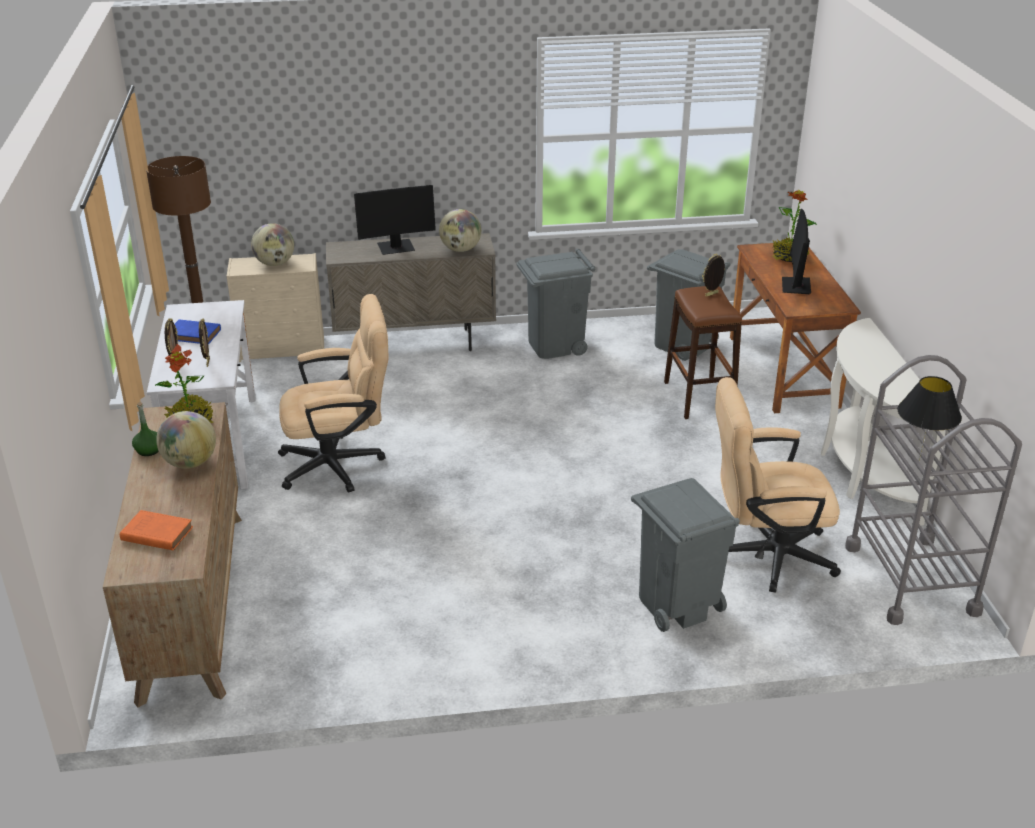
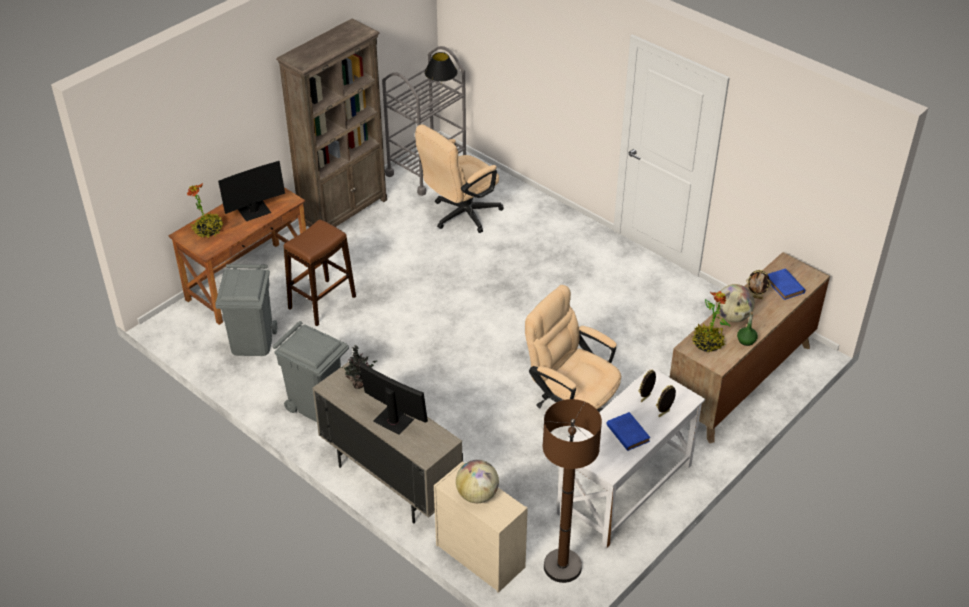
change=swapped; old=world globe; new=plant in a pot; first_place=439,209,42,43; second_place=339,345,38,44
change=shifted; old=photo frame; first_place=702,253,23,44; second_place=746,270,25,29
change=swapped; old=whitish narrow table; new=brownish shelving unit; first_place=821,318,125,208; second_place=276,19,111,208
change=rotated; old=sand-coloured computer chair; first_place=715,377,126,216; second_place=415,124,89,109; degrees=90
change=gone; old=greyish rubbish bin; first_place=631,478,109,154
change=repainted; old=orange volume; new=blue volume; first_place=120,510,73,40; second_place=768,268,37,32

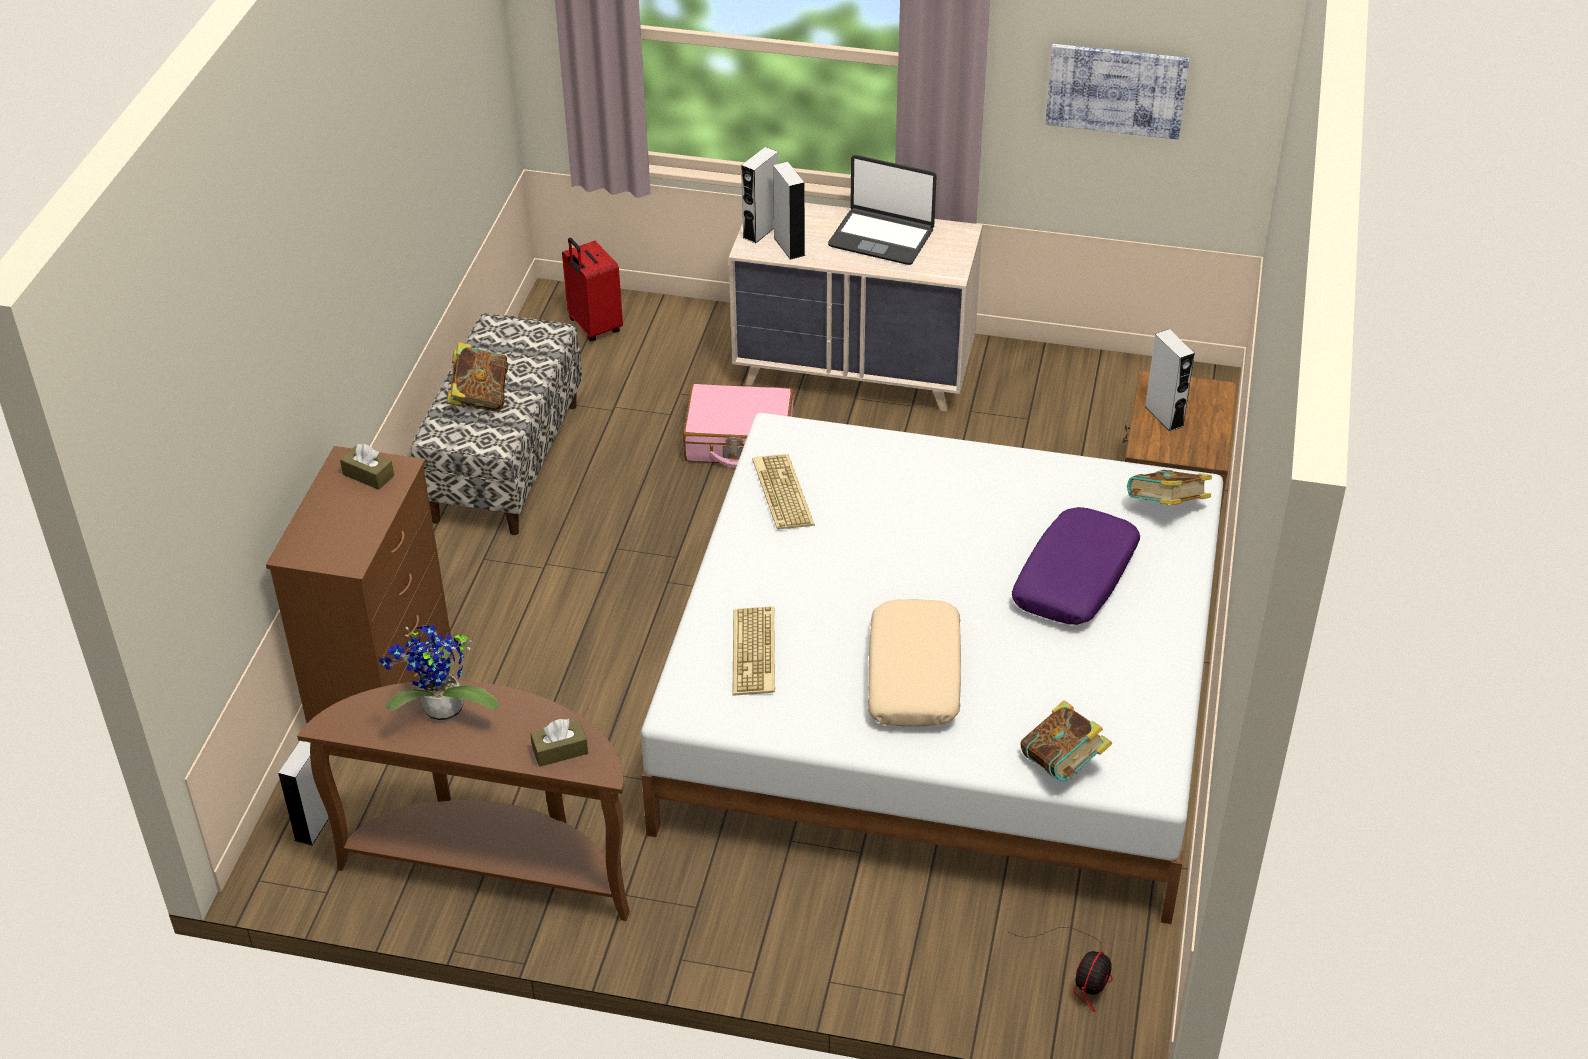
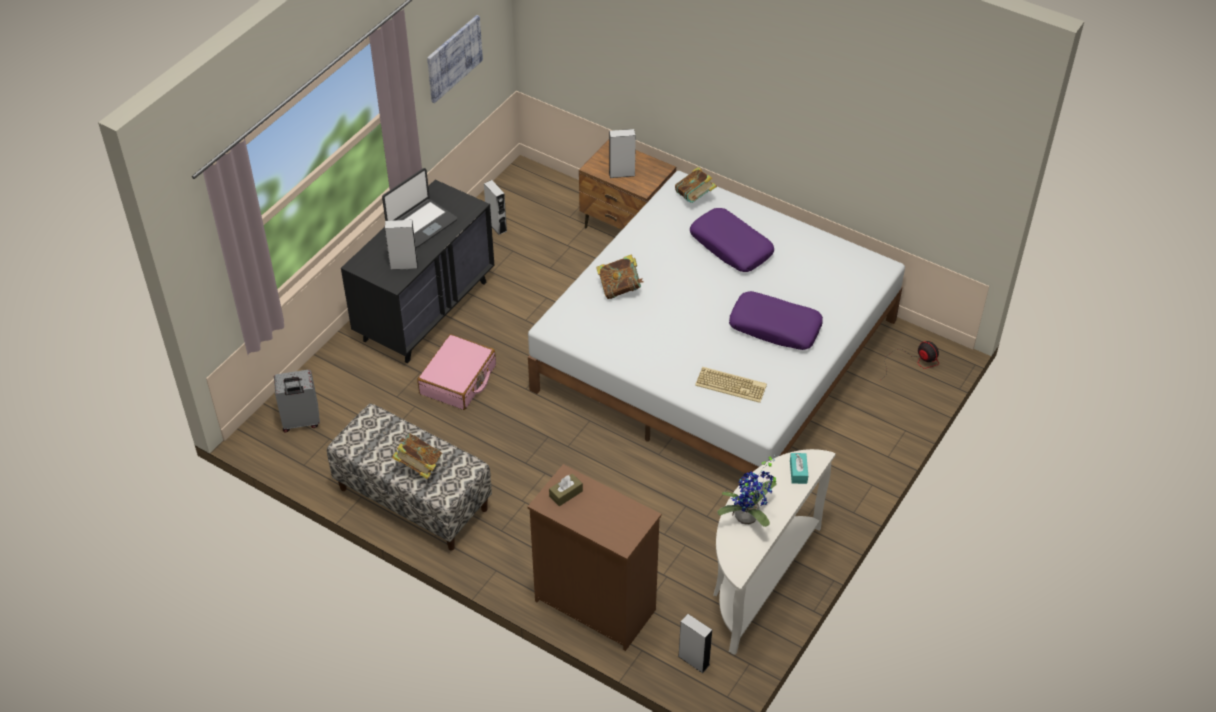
change=shifted; old=greyish speaker; first_place=741,147,37,96; second_place=484,180,23,55
change=repainted; old=sand-coloured drawer chest; new=black-coloured drawer chest; first_place=729,204,254,207; second_place=341,180,154,183
change=repainted; old=red-coloured piece of luggage; new=greyish piece of luggage; first_place=562,238,61,103; second_place=274,370,46,63
change=gone; old=PC keyboard; first_place=752,454,63,75
change=repainted; old=sand-coloured pillow; new=purplish pillow; first_place=868,599,93,127; second_place=729,291,94,59
change=repainted; old=brownish narrow table; new=whitish narrow table; first_place=297,681,333,240; second_place=713,449,123,206
change=shifted; old=volume; first_place=1020,700,92,81; second_place=596,255,47,44
change=repainted; old=brownish tissue box; new=blue-green tissue box; first_place=531,719,57,48; second_place=790,453,18,31

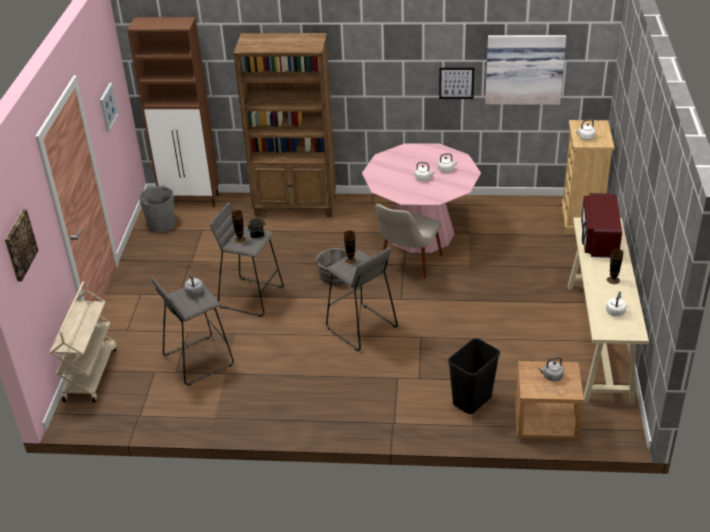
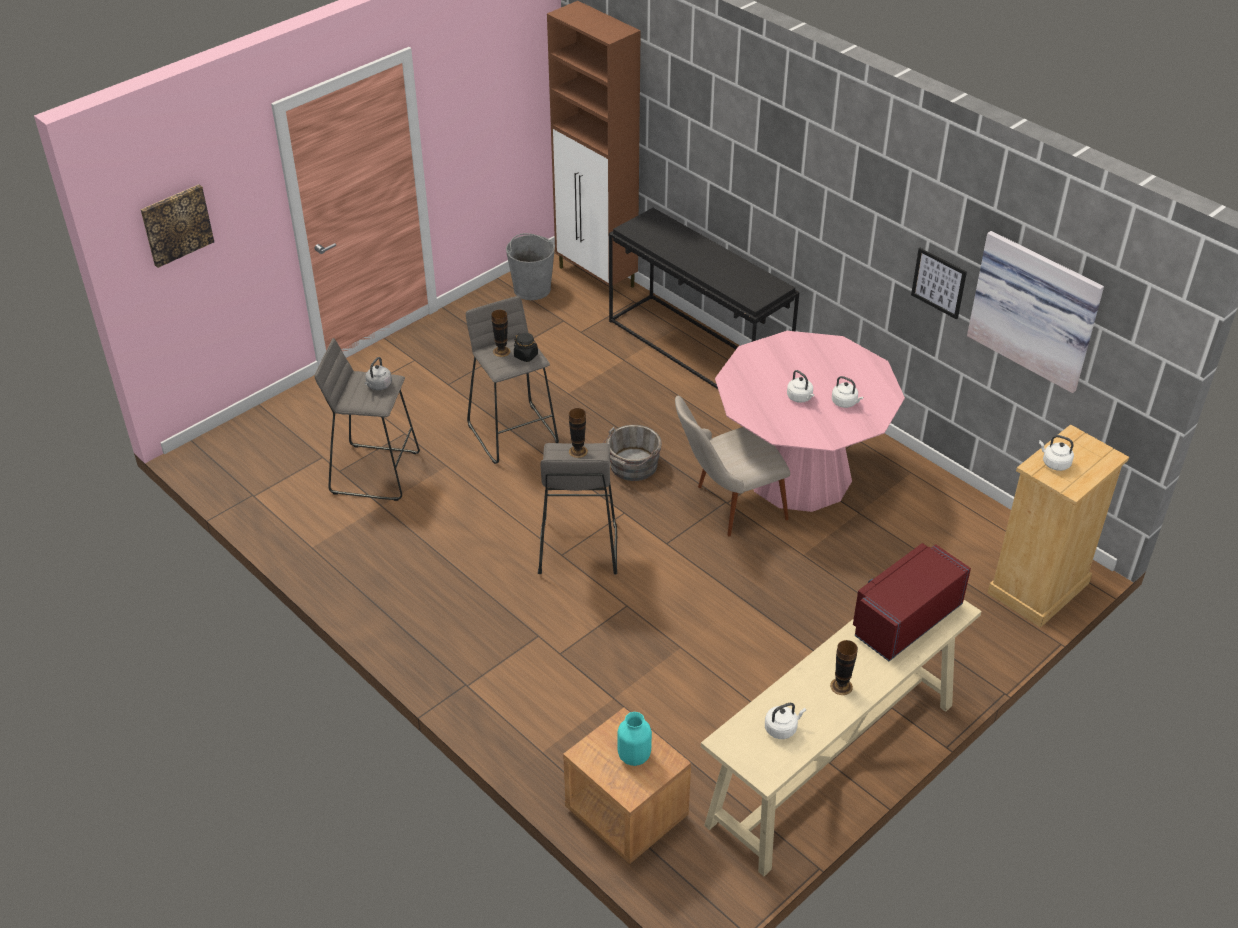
change=swapped; old=brownish shelving unit; new=black-coloured narrow table; first_place=233,33,103,184; second_place=609,208,191,181
change=gone; old=wall picture; first_place=100,83,19,49
change=gone; old=sand-coloured cart; first_place=50,281,67,122
change=gone; old=black-coloured rubbish bin; first_place=448,338,52,76
change=swapped; old=greyish water kettle; new=blue-green decorative vase; first_place=538,357,26,24; second_place=617,712,35,54

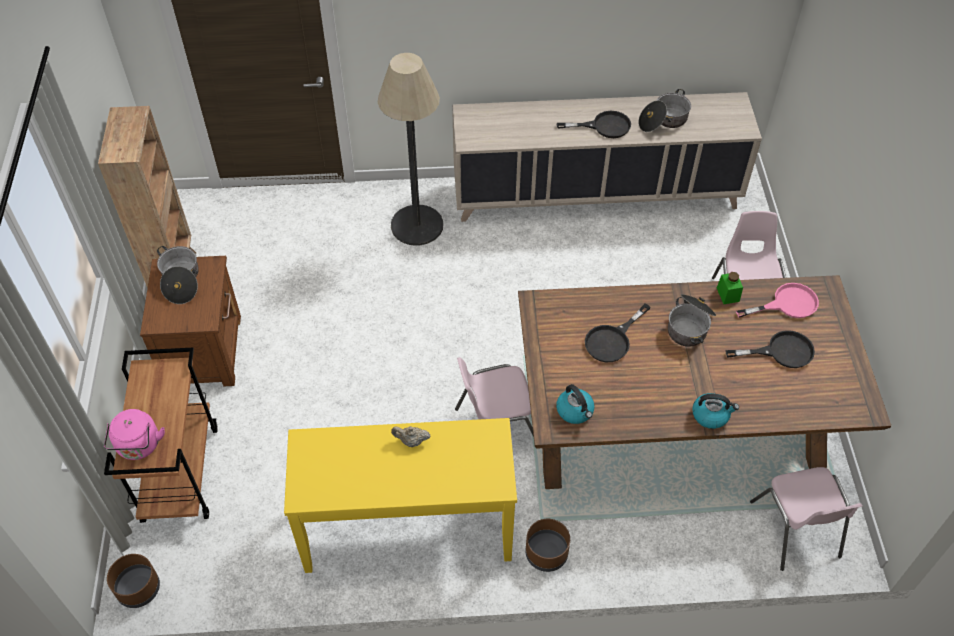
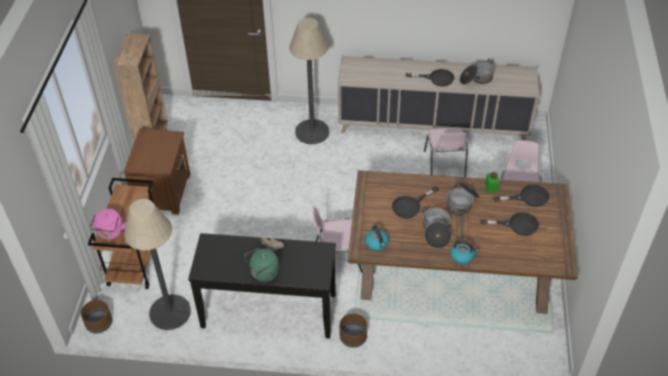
change=shifted; old=stockpot; first_place=157,246,42,58; second_place=422,206,30,43
change=repainted; old=pink skillet; new=black-coloured skillet; first_place=736,283,83,35; second_place=493,185,56,22
change=repainted; old=yellow-coloured narrow table; new=black-coloured narrow table; first_place=284,418,233,155; second_place=188,233,148,106
change=shifted; old=pink plain chair; first_place=750,467,112,104; second_place=424,128,44,49
change=new; new=standing lamp; second_place=124,199,67,131
change=new; new=green-coloured water kettle; second_place=244,248,35,34

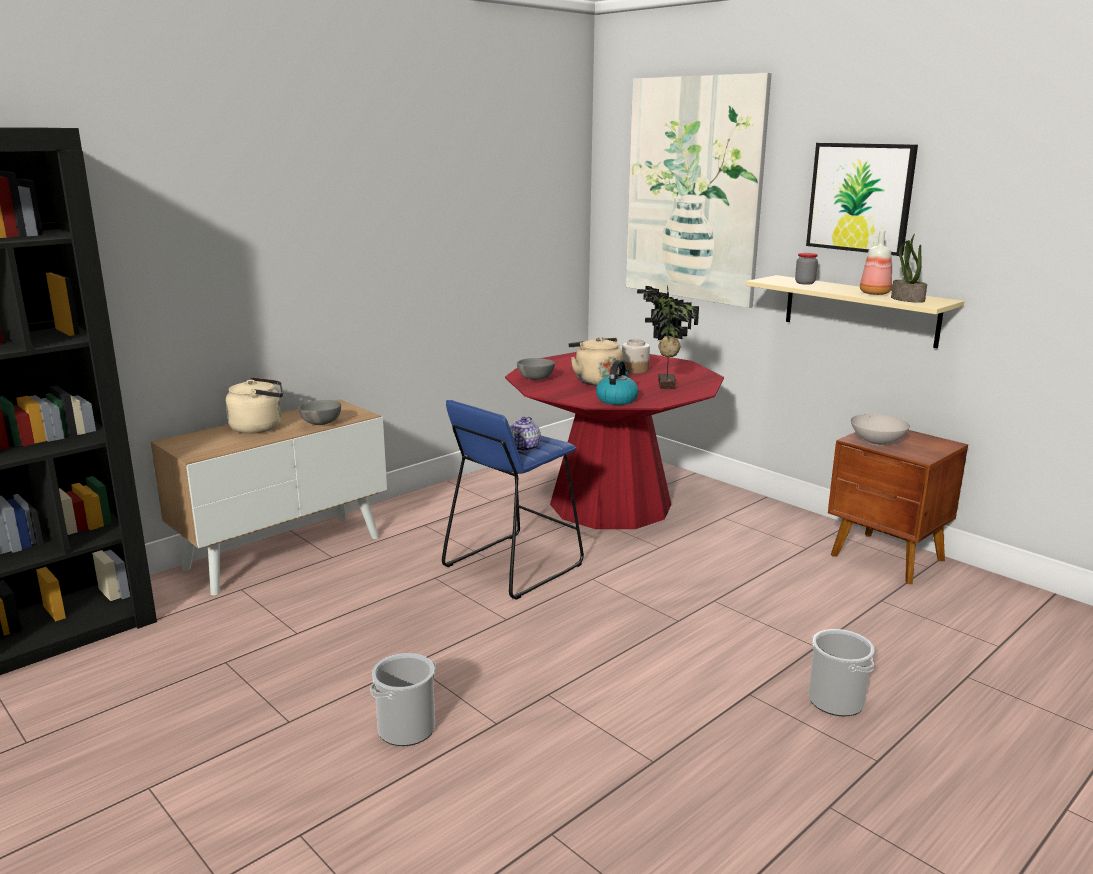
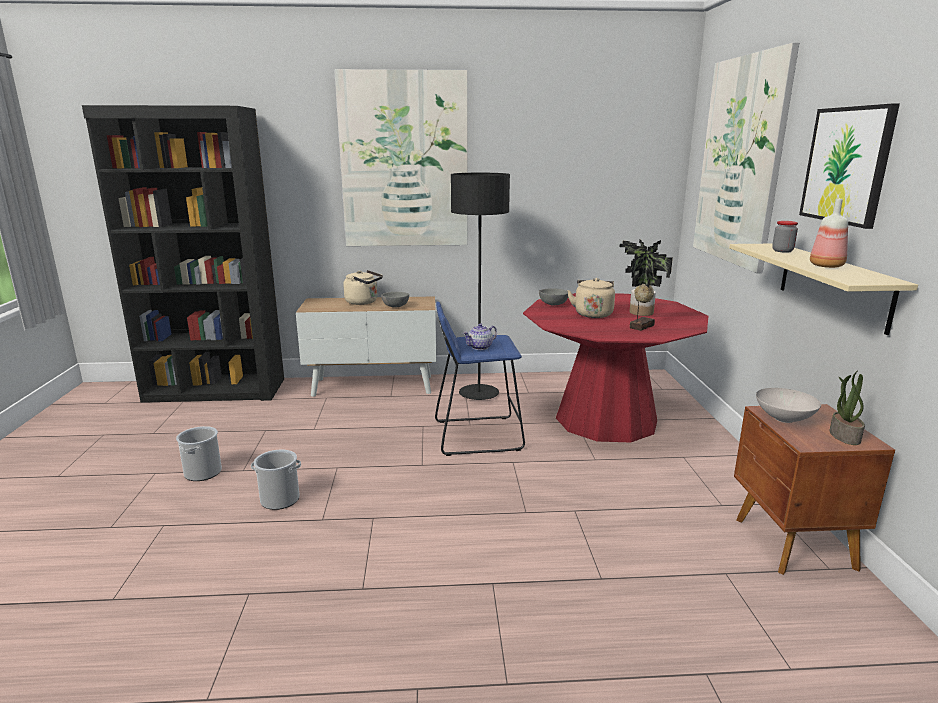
change=shifted; old=plant in a pot; first_place=891,234,36,69; second_place=830,370,35,75
change=gone; old=water kettle; first_place=596,360,43,45
change=shifted; old=water bucket; first_place=808,629,66,87; second_place=176,426,46,55
change=new; new=wall picture; second_place=334,69,134,177
change=new; new=black-coloured standing lamp; second_place=451,173,59,227

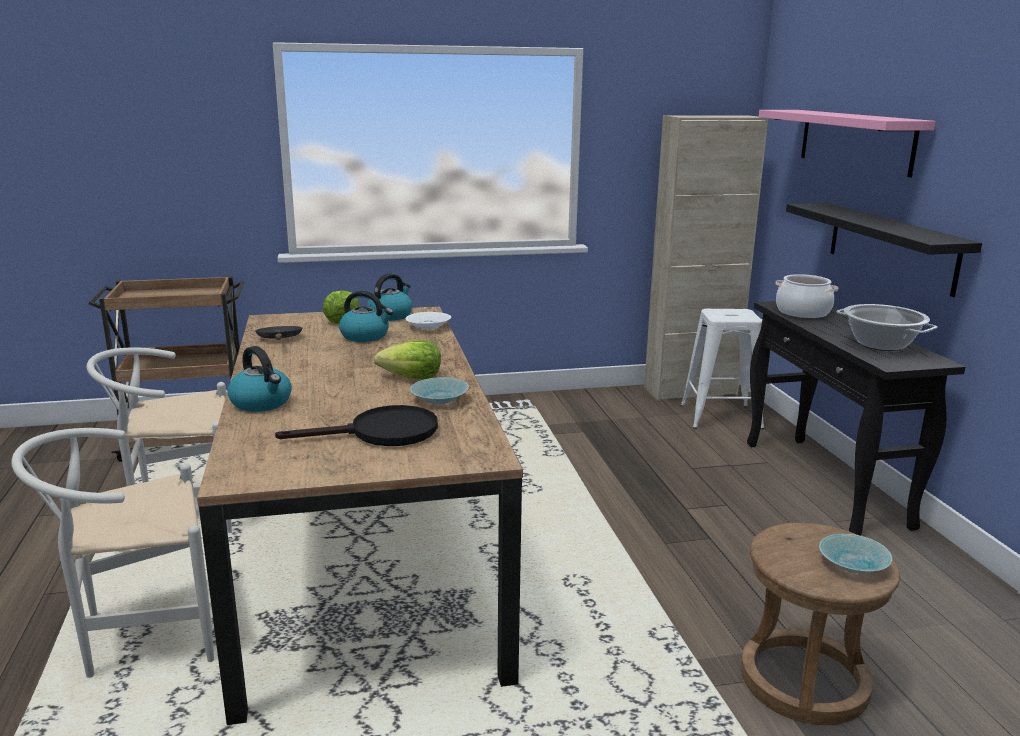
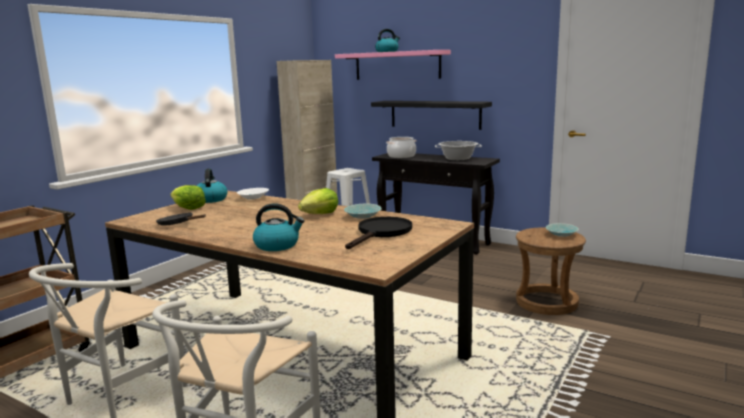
change=shifted; old=water kettle; first_place=339,291,54,51; second_place=375,29,25,23

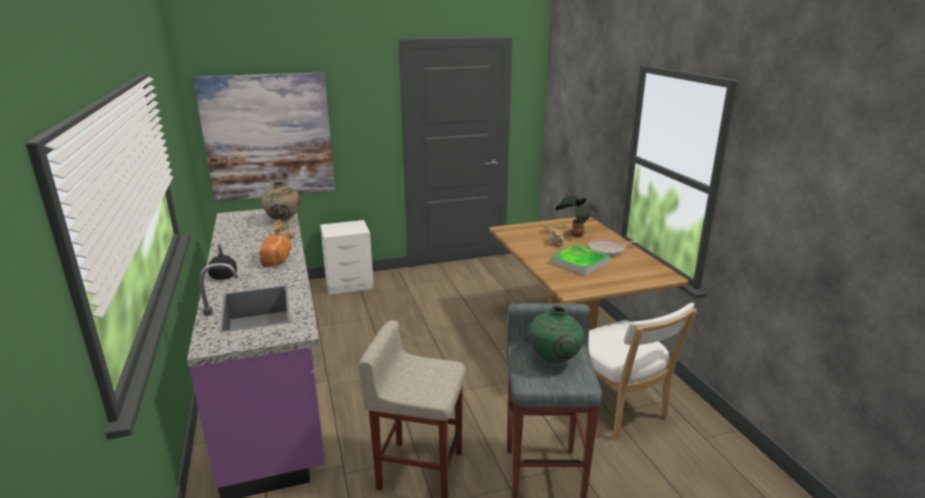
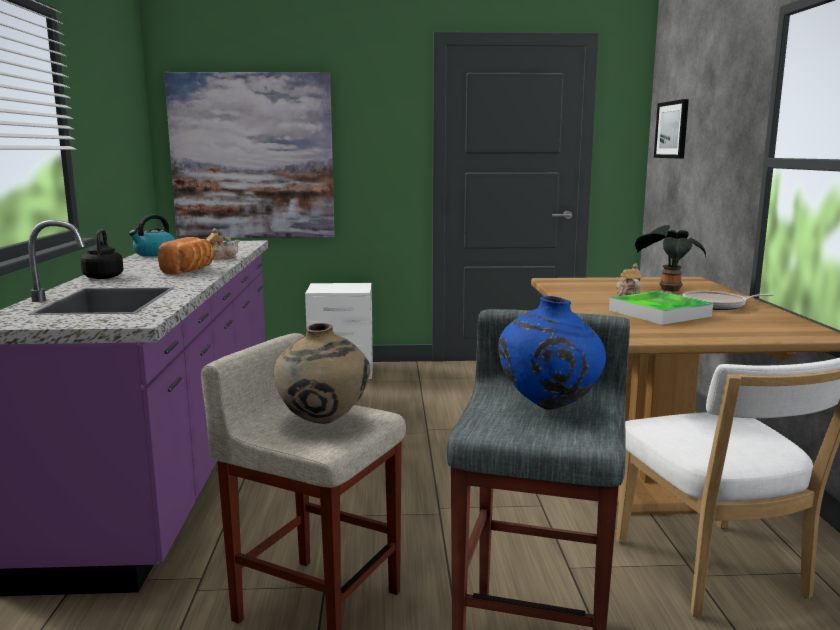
change=shifted; old=sand-coloured decorative vase; first_place=261,182,40,39; second_place=274,323,96,101
change=repainted; old=green-coloured decorative vase; new=blue decorative vase; first_place=528,306,56,57; second_place=498,296,108,114
change=new; new=wall picture; second_place=654,99,35,59
change=new; new=water kettle; second_place=129,215,46,41

